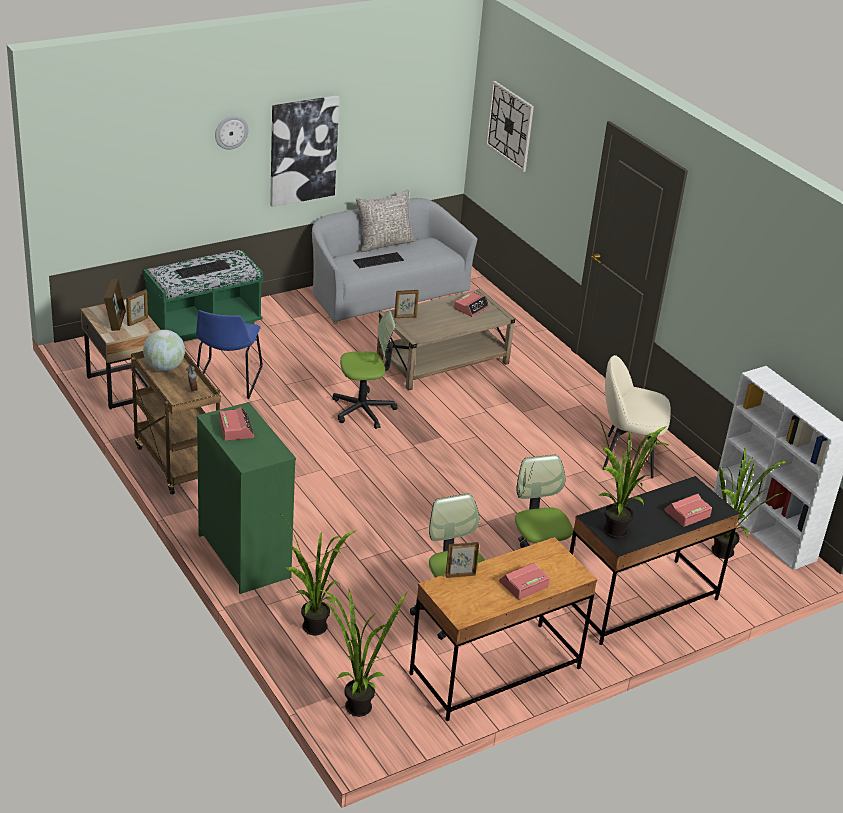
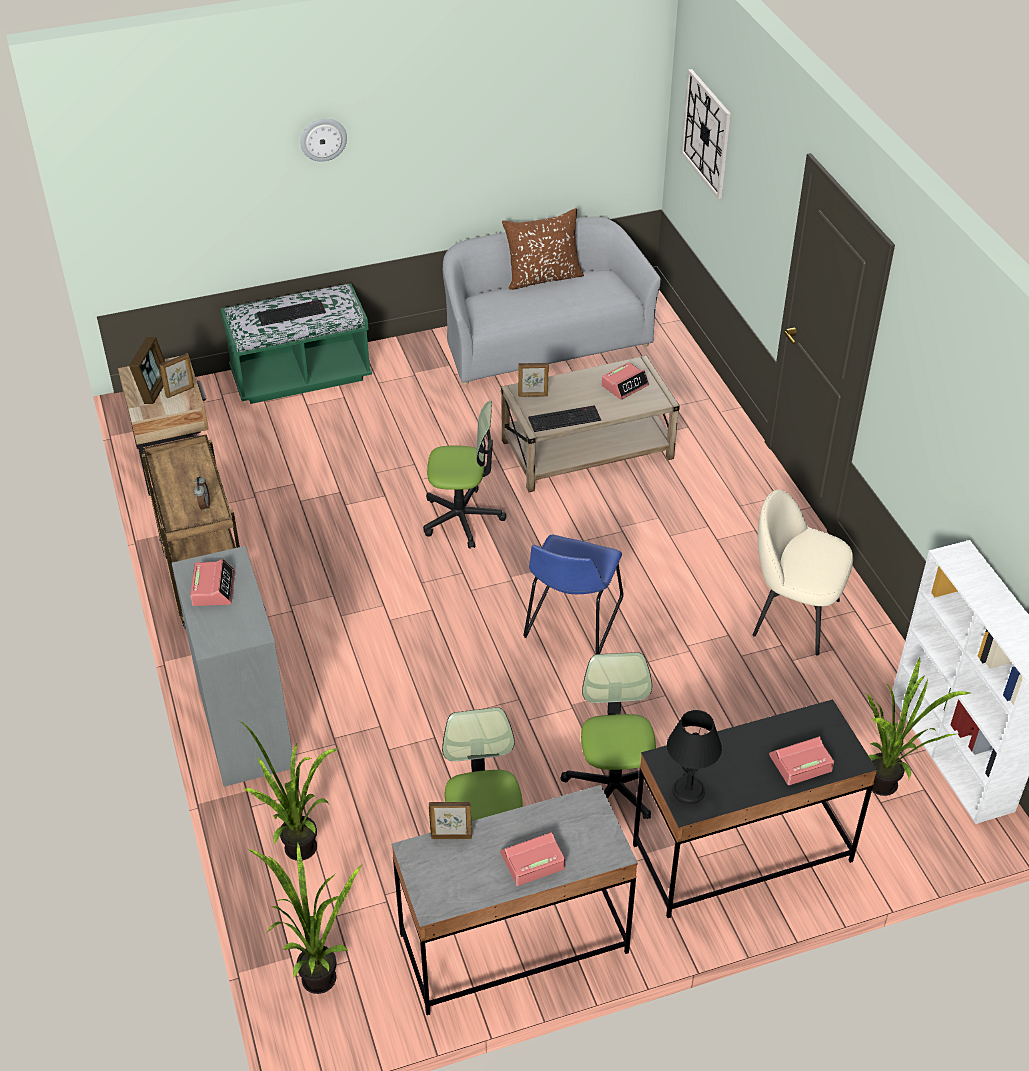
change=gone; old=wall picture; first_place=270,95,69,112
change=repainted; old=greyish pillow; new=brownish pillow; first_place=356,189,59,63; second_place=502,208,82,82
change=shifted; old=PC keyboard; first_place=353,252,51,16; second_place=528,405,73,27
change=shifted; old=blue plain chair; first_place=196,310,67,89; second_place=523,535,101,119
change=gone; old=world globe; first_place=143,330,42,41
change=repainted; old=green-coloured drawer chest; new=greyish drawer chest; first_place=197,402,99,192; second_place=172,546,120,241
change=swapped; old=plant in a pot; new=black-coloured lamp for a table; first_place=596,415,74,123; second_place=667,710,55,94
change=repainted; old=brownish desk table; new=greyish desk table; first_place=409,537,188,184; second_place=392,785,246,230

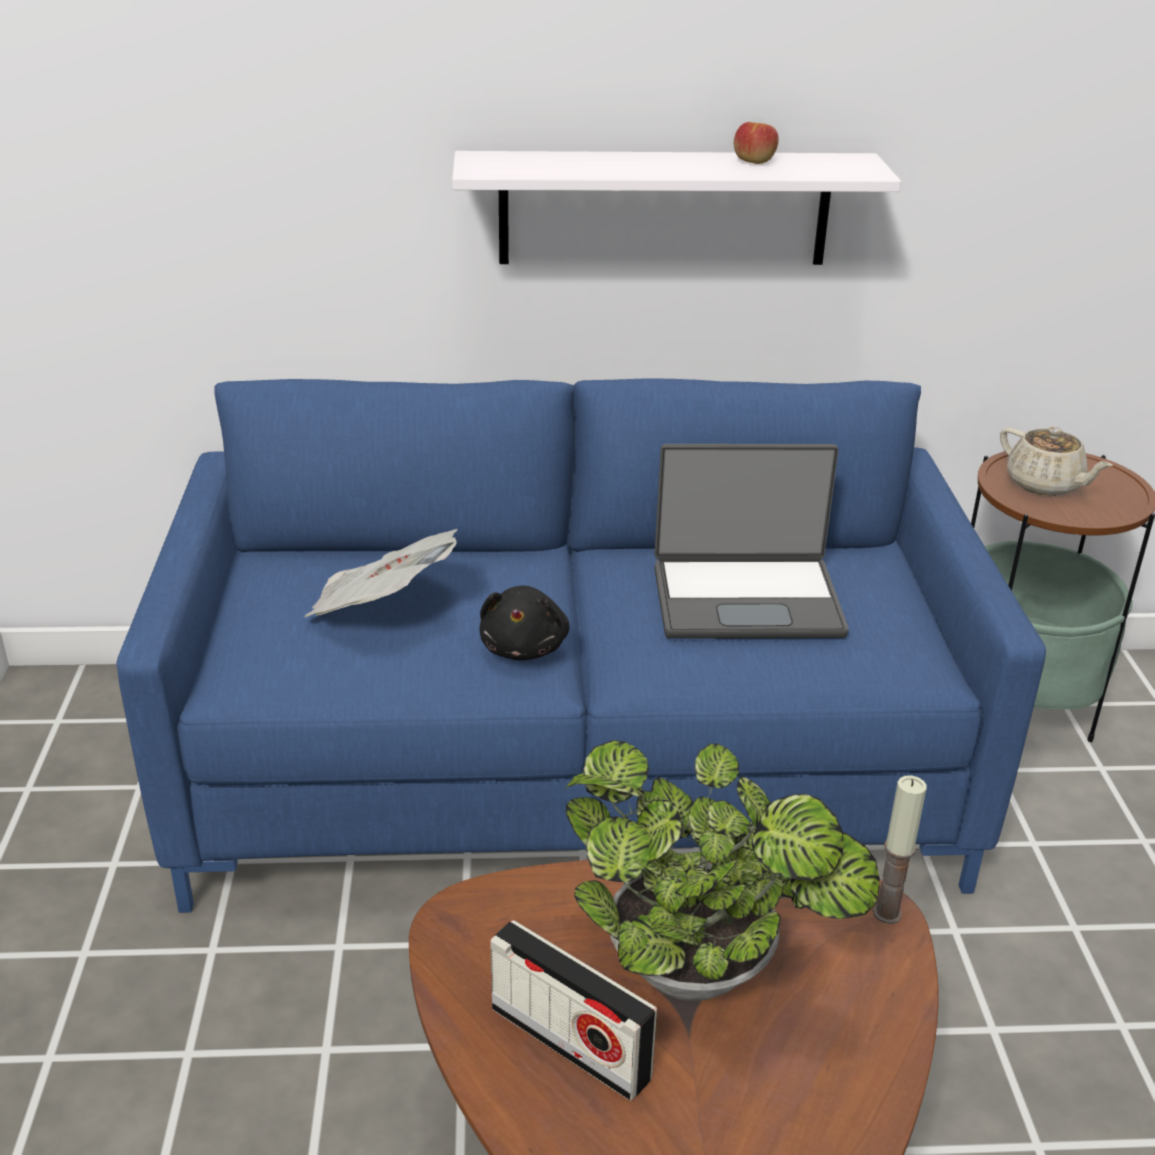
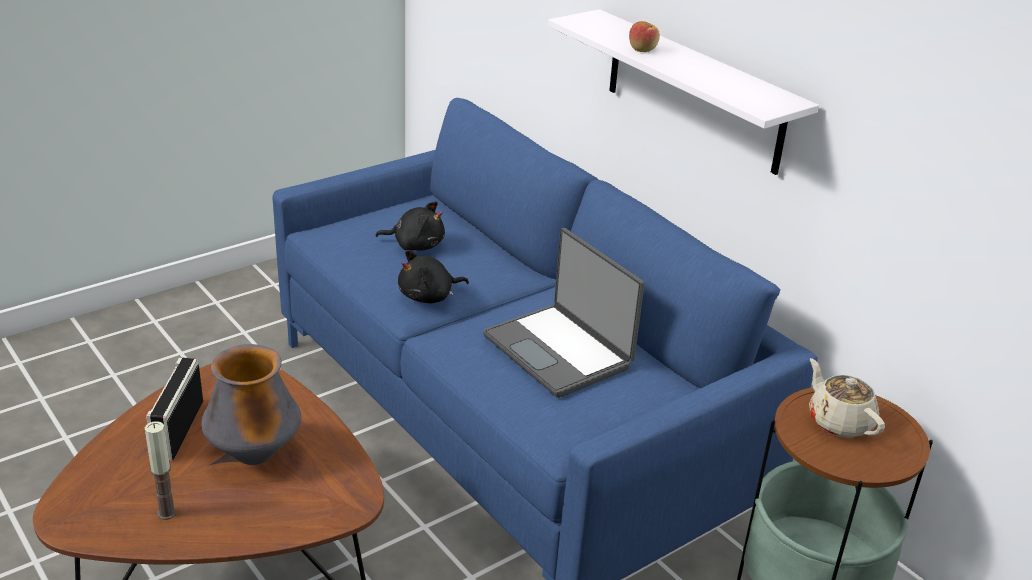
change=shifted; old=apple; first_place=734,122,45,42; second_place=629,21,31,31
change=rotated; old=sand-coloured teapot; first_place=1000,427,113,69; second_place=809,358,76,80; degrees=135
change=swapped; old=newspaper; new=black-coloured plush toy; first_place=305,529,153,88; second_place=375,201,70,49
change=swapped; old=plant in a pot; new=decorative vase; first_place=563,740,317,261; second_place=201,344,100,121
change=shifted; old=wax candle; first_place=873,775,54,149; second_place=145,421,32,99

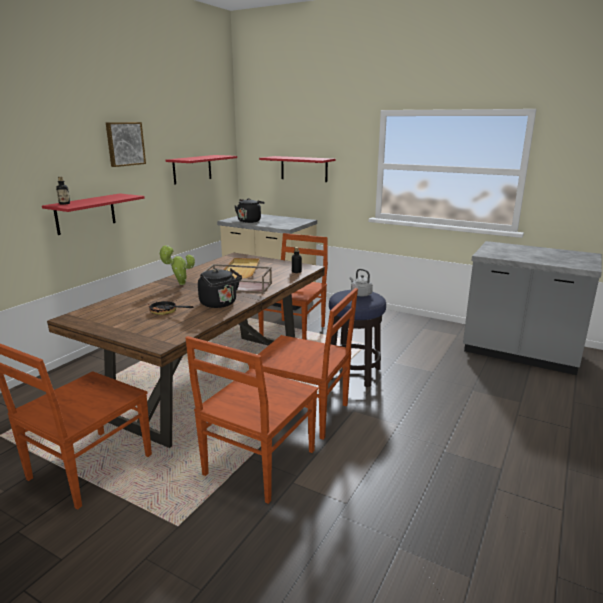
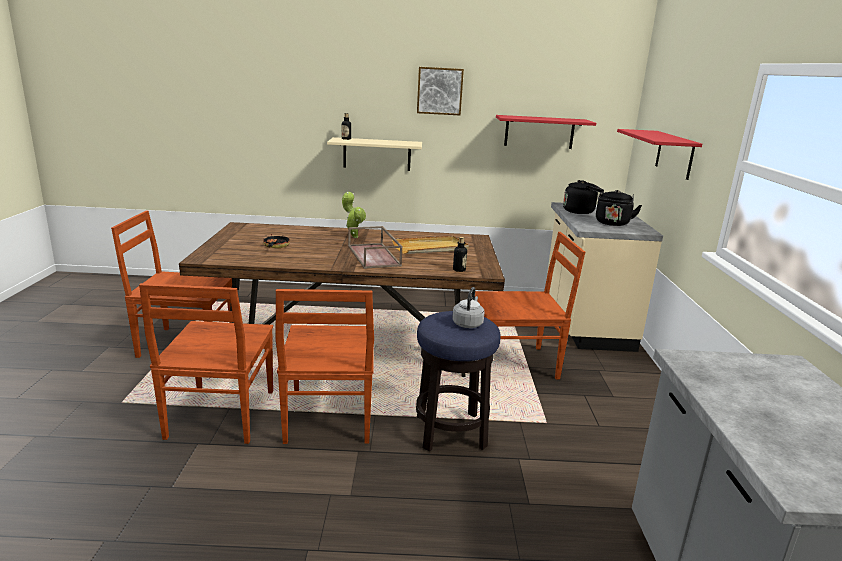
change=repainted; old=red-coloured bracket shelf; new=sand-coloured bracket shelf; first_place=42,193,103,42; second_place=327,137,95,34
change=shifted; old=black-coloured water kettle; first_place=198,268,44,40; second_place=596,190,46,36
change=rotated; old=brownish plain chair; first_place=185,336,133,168; second_place=139,283,134,161; degrees=-90

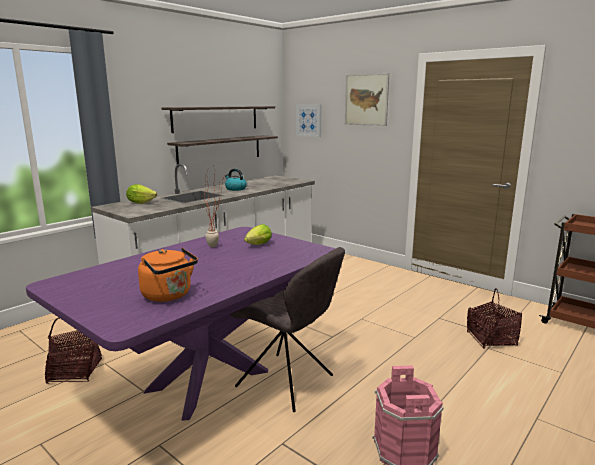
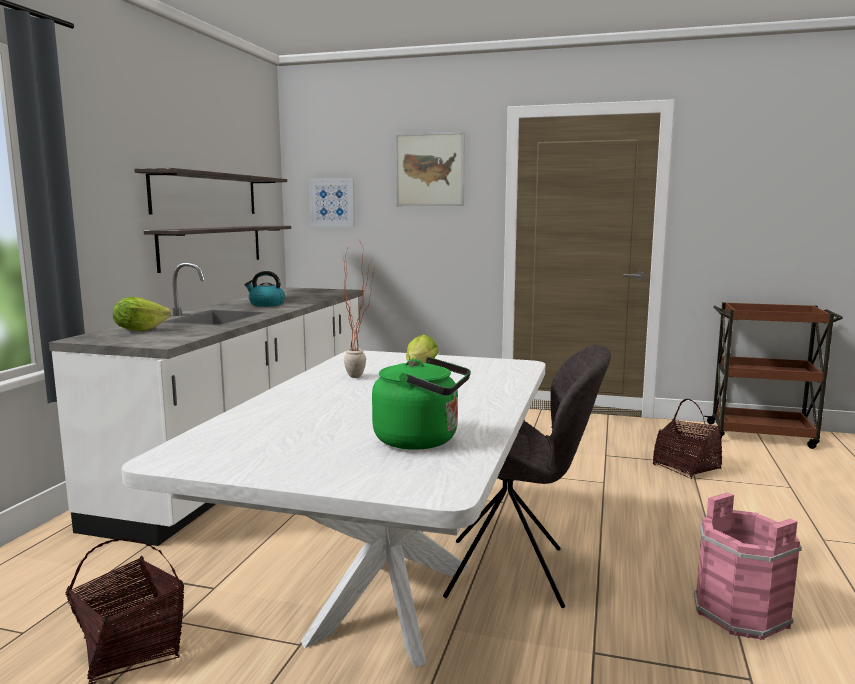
change=repainted; old=purplish dinner table; new=whitish dinner table; first_place=26,227,310,194; second_place=121,350,424,318
change=repainted; old=orange water kettle; new=green-coloured water kettle; first_place=138,248,60,54; second_place=372,357,99,93

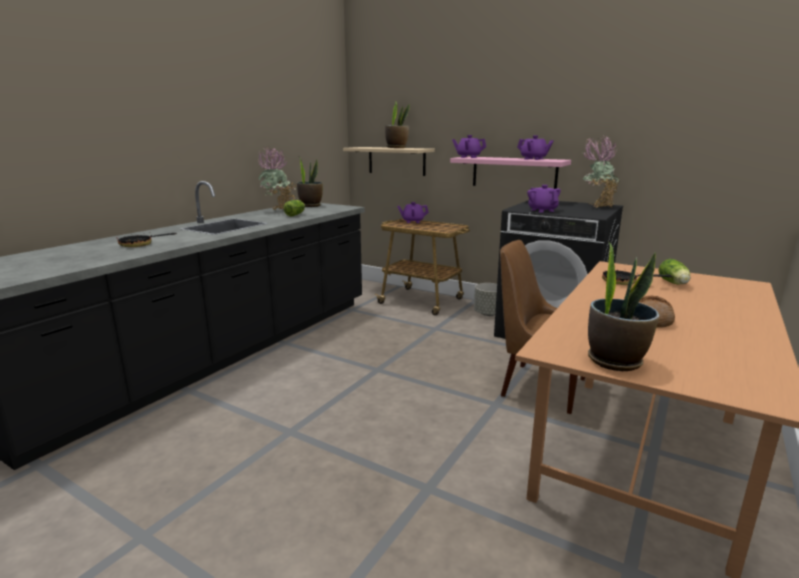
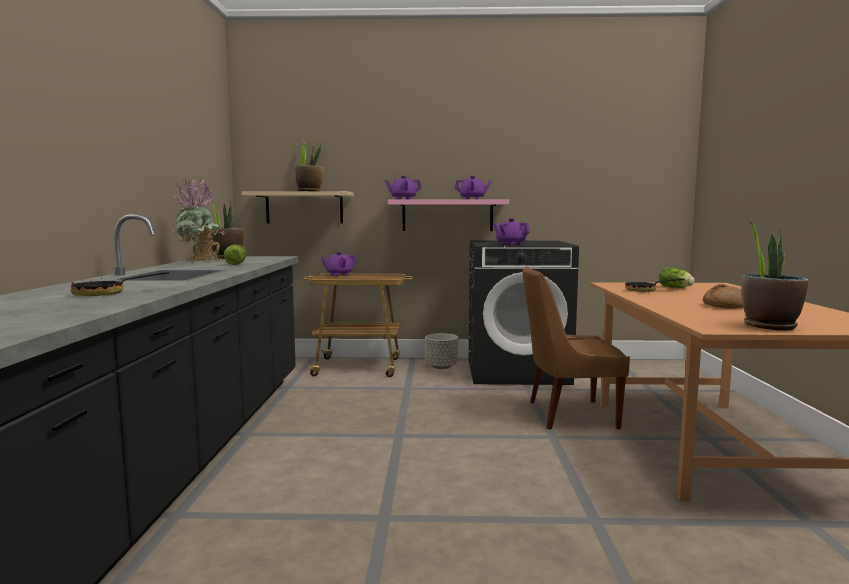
change=gone; old=plant in a pot; first_place=583,136,37,72

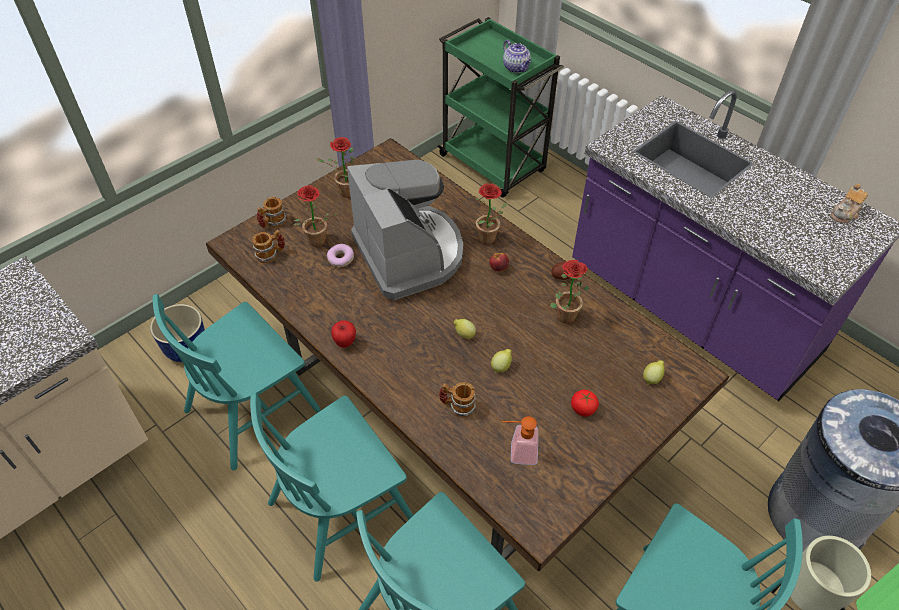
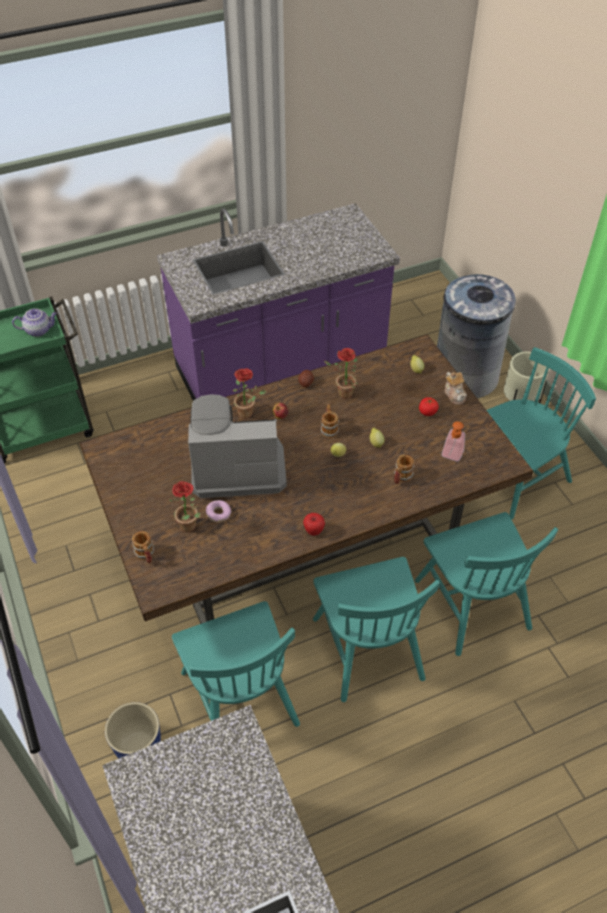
change=gone; old=plant in a pot; first_place=316,137,39,61
change=shifted; old=teapot; first_place=831,183,37,40; second_place=445,372,22,33
change=shifted; old=mug; first_place=252,230,33,33; second_place=321,404,18,34

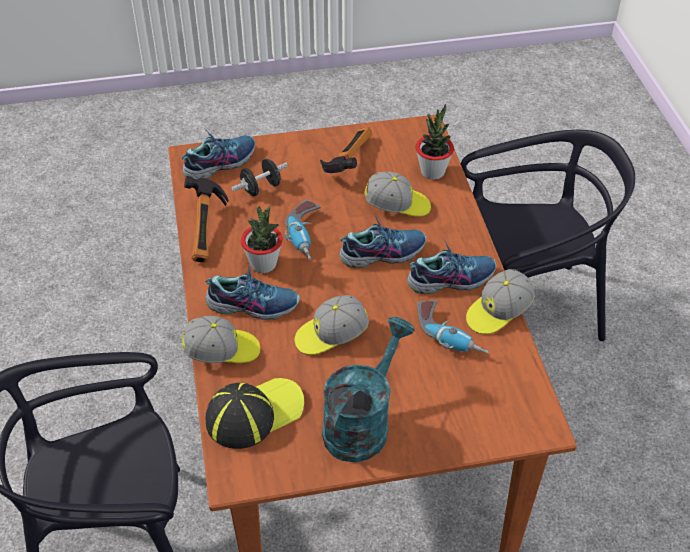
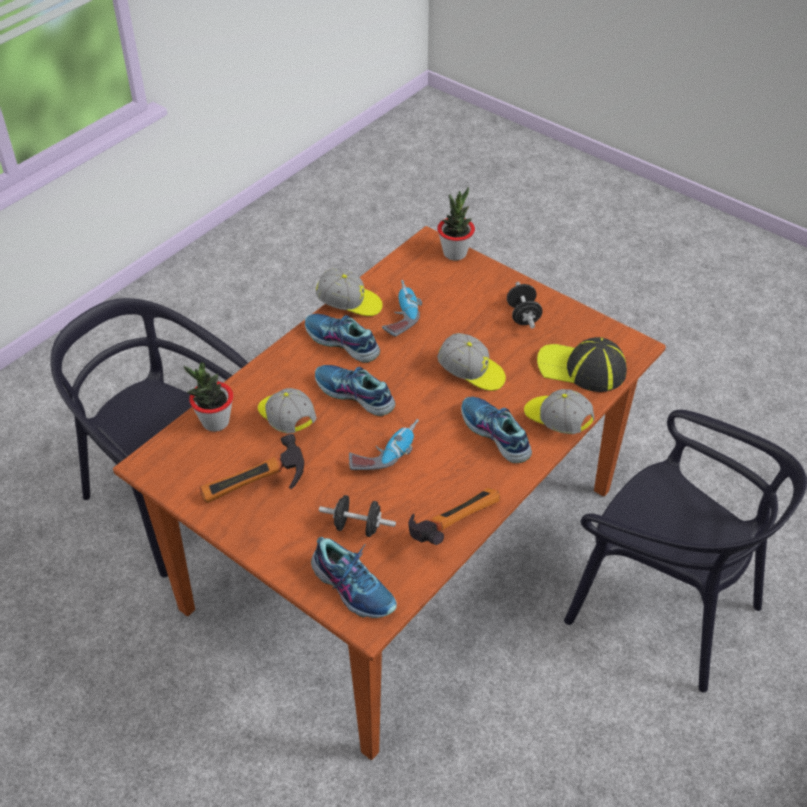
change=rotated; old=low shoe; first_place=182,129,73,51; second_place=311,537,86,81; degrees=-150
change=shifted; old=plant in a pot; first_place=241,206,42,67; second_place=437,187,38,74
change=swapped; old=blue-green sprinkling can; new=black-coloured free weight; first_place=322,317,93,145; second_place=507,282,35,46

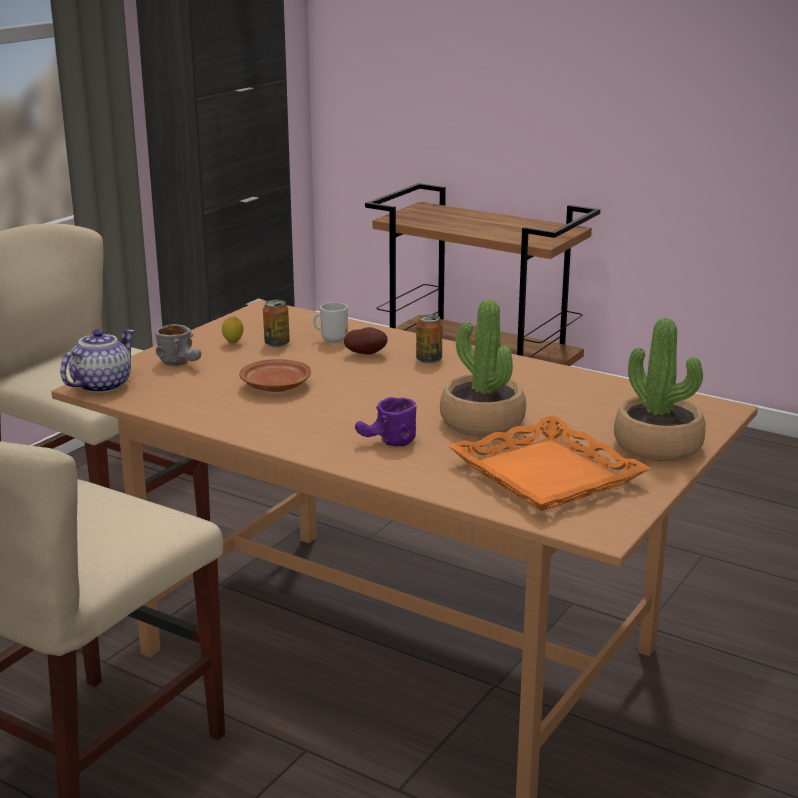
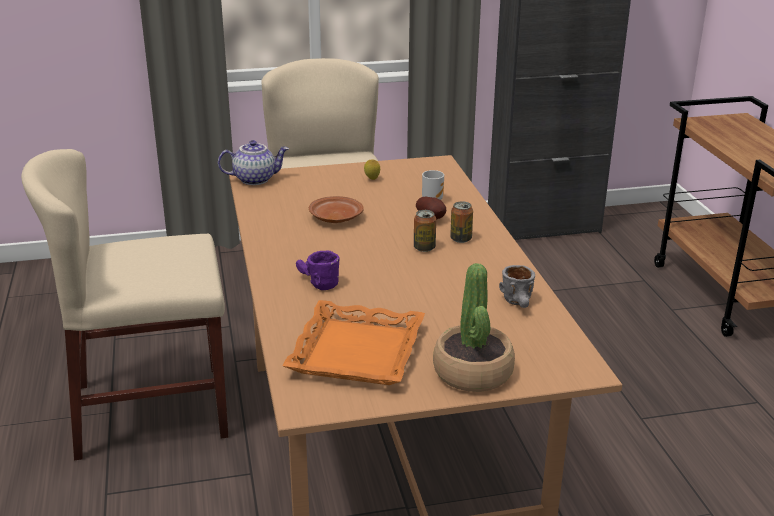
change=shifted; old=sealed can; first_place=263,300,27,47; second_place=414,210,22,42
change=gone; old=plant in a pot; first_place=440,300,86,137
change=shifted; old=greyish mug; first_place=155,324,46,42; second_place=499,265,36,43

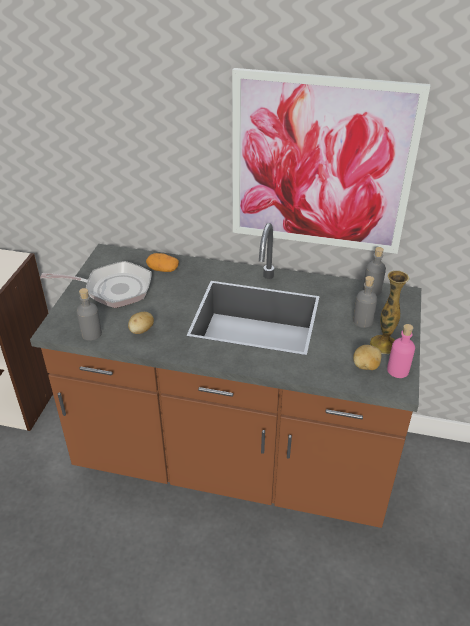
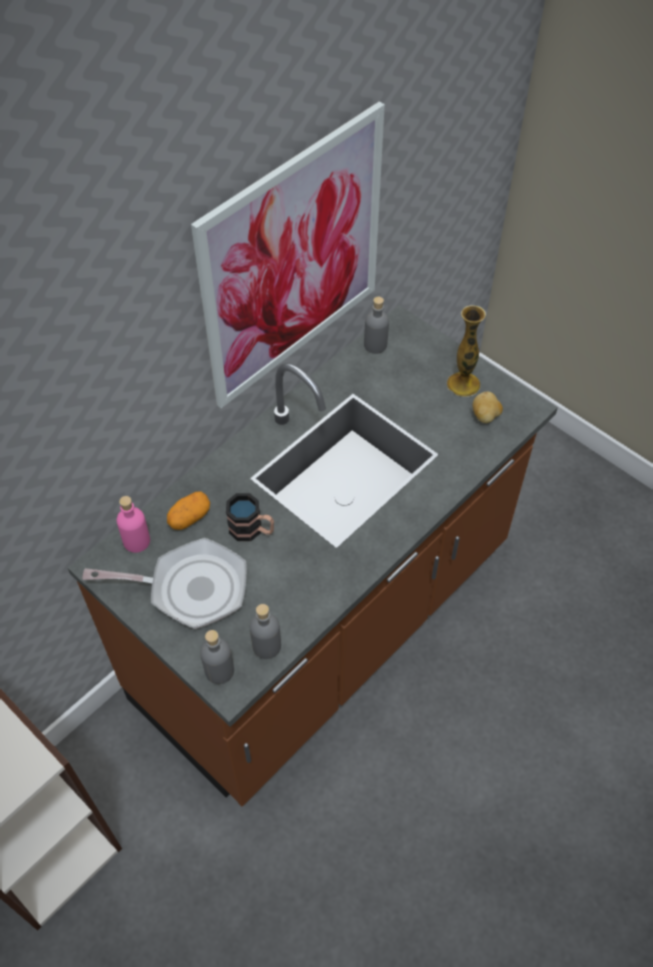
change=rotated; old=skillet; first_place=40,261,111,47; second_place=82,538,165,91; degrees=60
change=shifted; old=greyish bottle; first_place=353,276,24,52; second_place=200,630,34,54
change=gone; old=spud; first_place=128,312,26,22
change=shifted; old=pink bottle; first_place=387,324,28,54; second_place=117,496,33,57
change=new; new=mug; second_place=226,493,48,48

